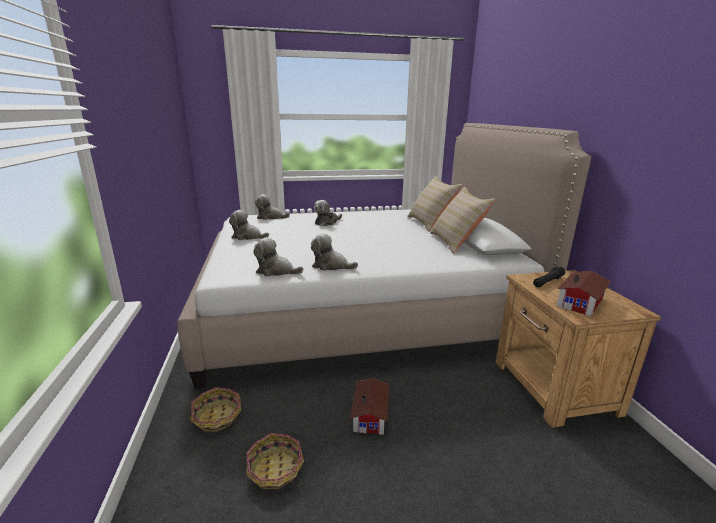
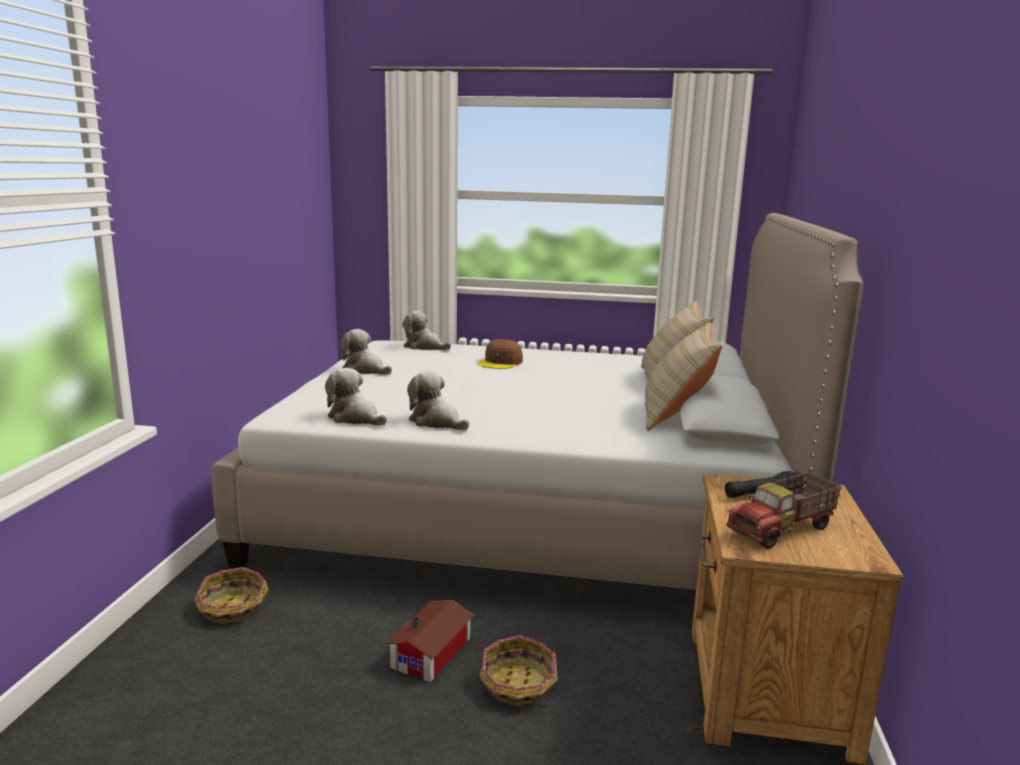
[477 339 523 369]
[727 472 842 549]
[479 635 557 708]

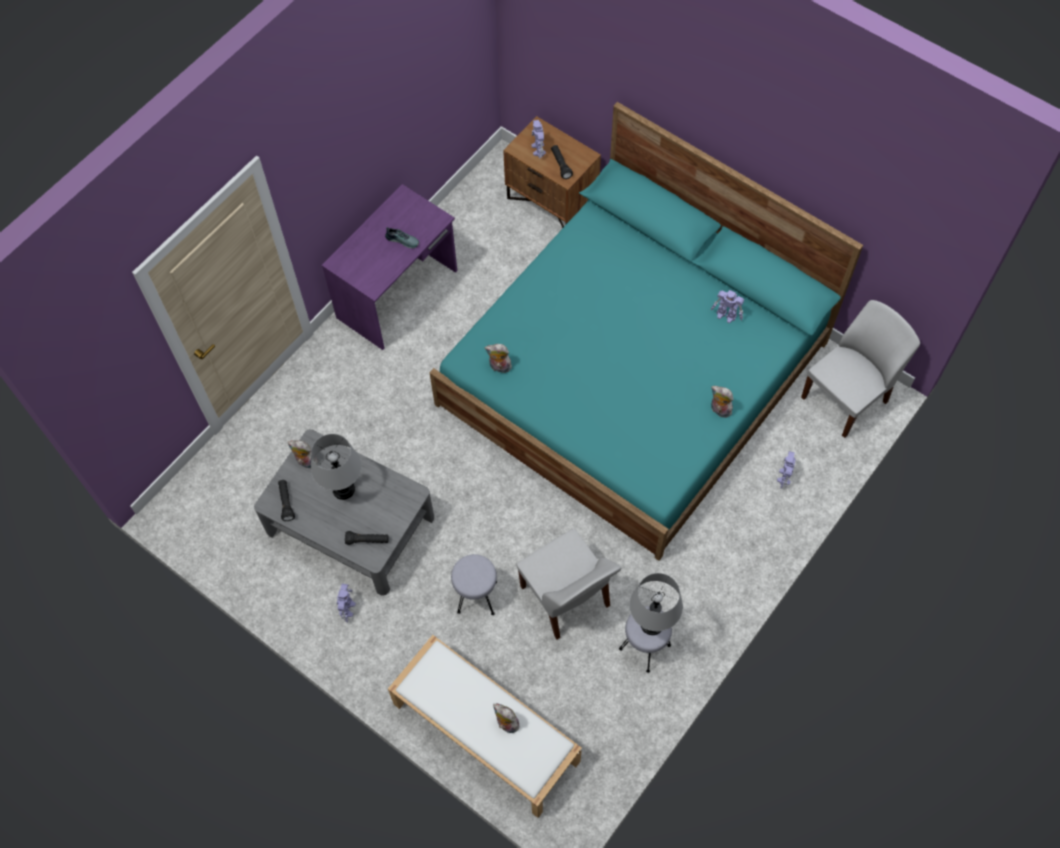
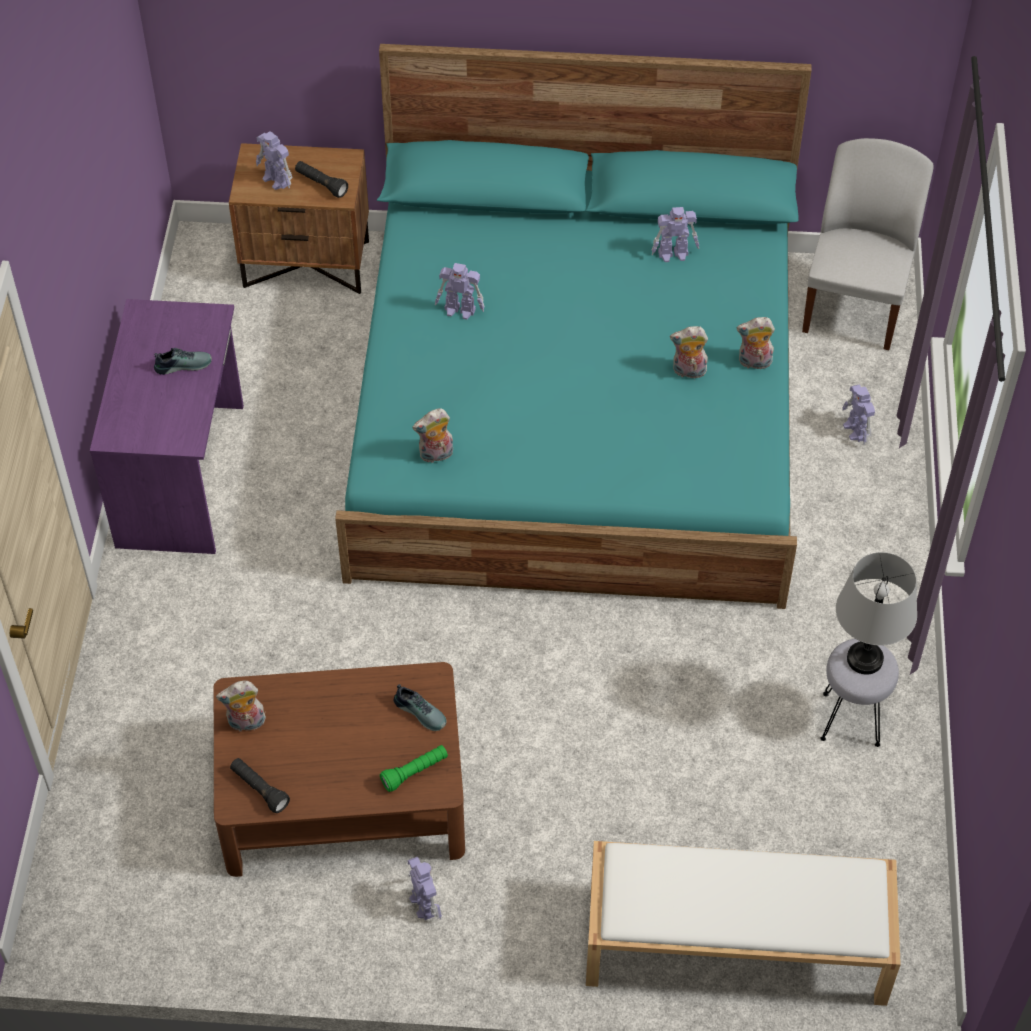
[214 662 465 877]
[311 434 362 500] (first image)
[517 529 621 640] (first image)
[380 745 448 792]
[451 554 497 615] (first image)
[670 326 708 379]
[435 263 485 320]
[394 684 447 731]

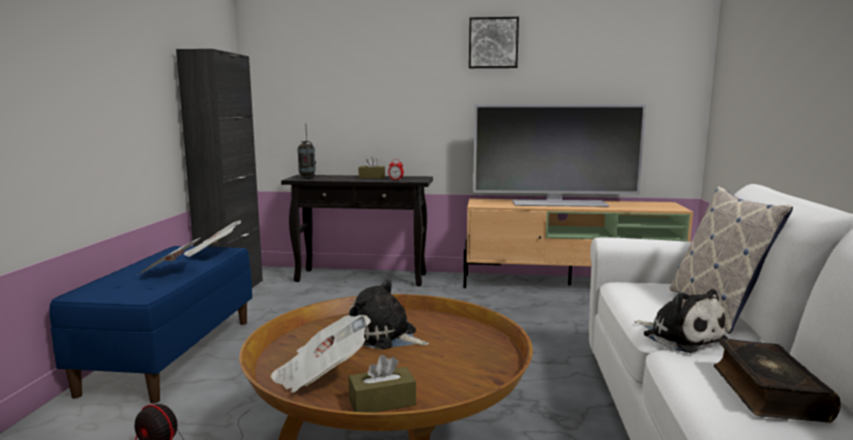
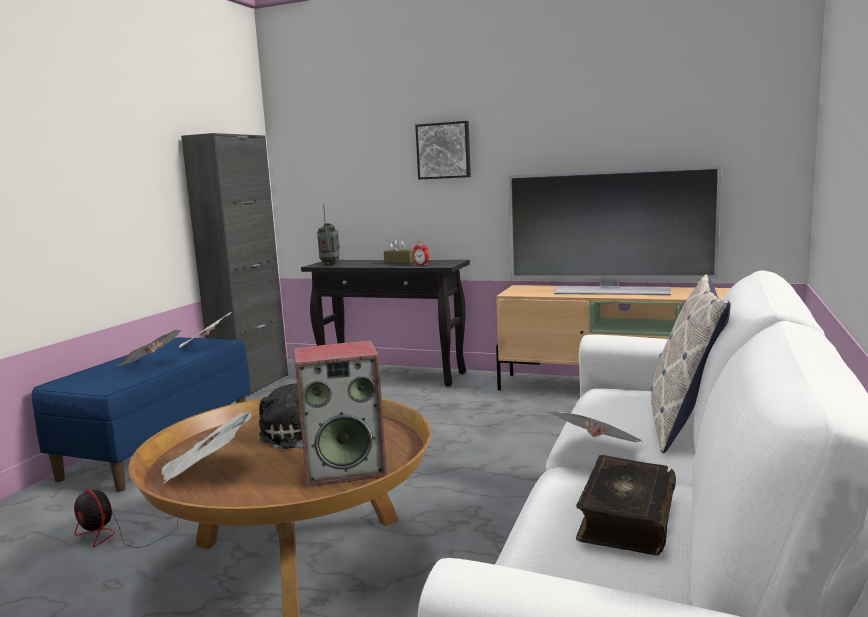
[415 121 471 180]
[548 412 644 443]
[349 355 416 413] (first image)
[294 340 387 487]

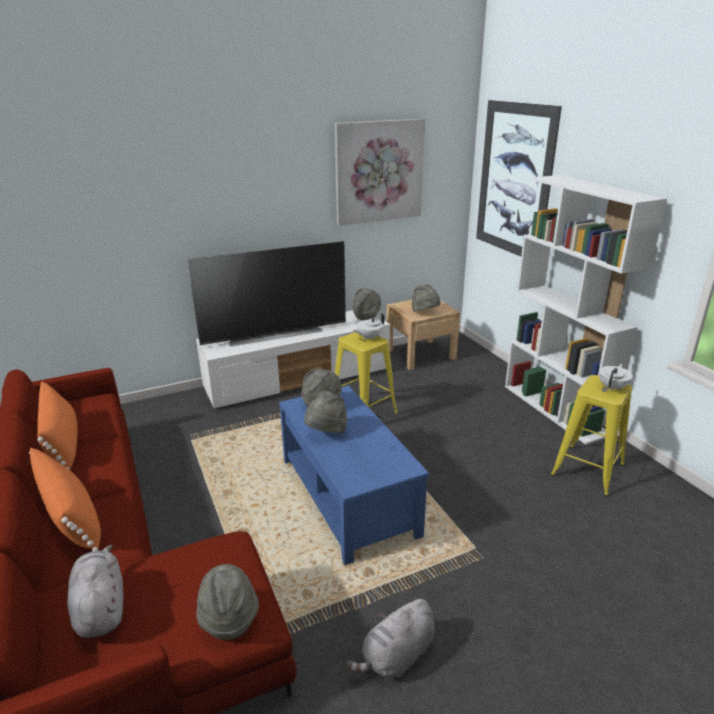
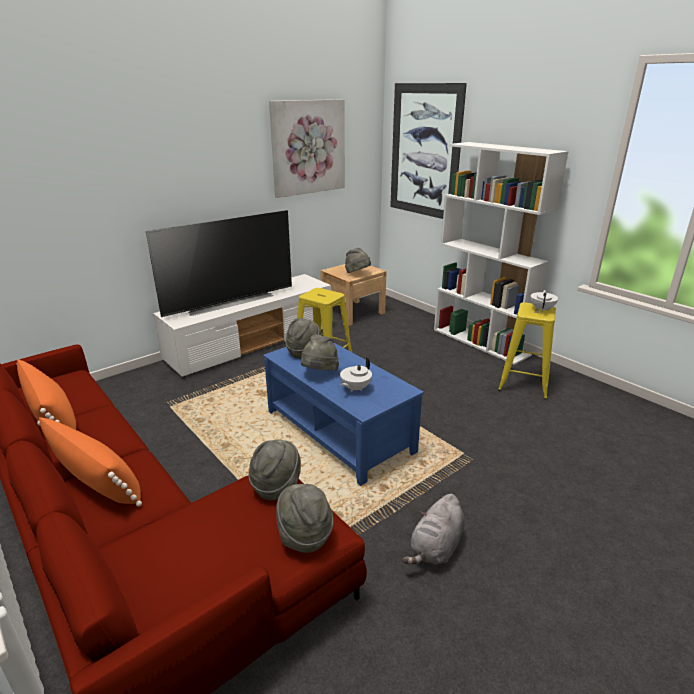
[249 440 301 500]
[340 358 372 392]
[67 545 124 638] (first image)

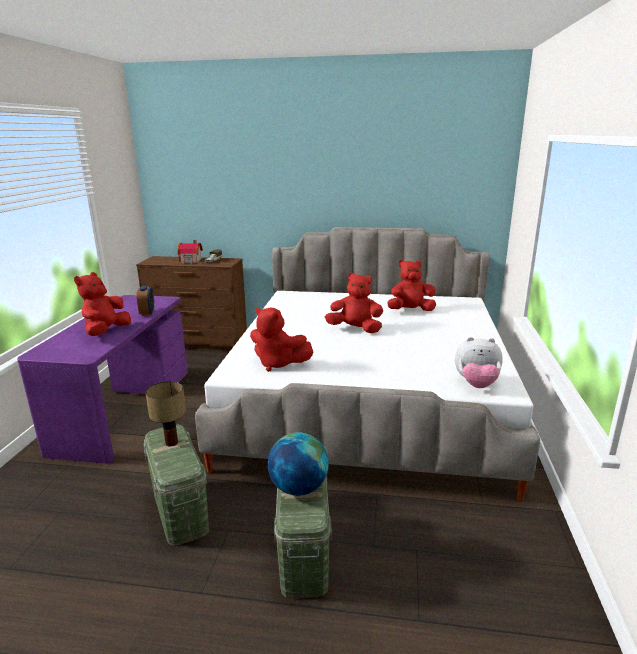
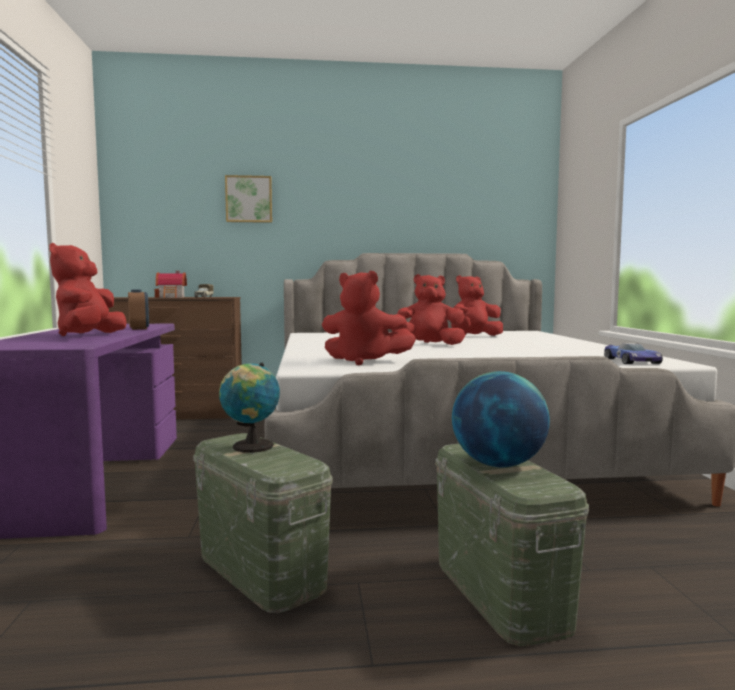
[604 343 663 364]
[219 363 280 453]
[225 175 272 223]

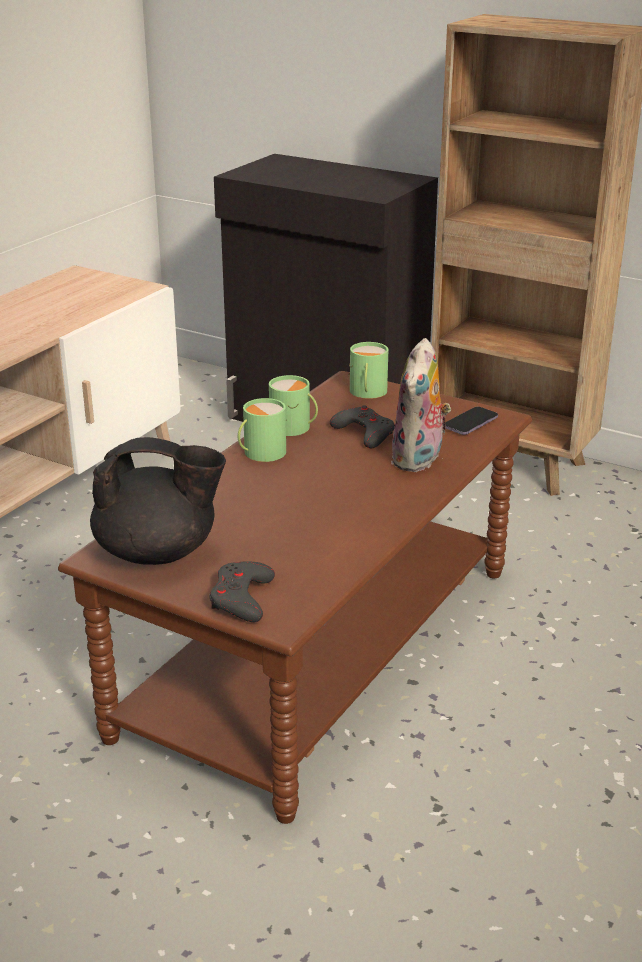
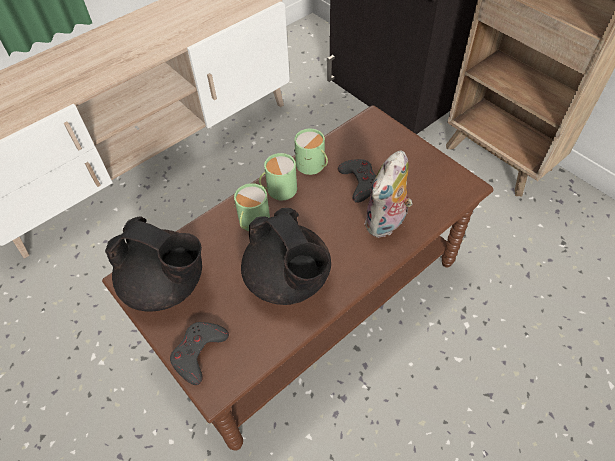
[234 183 270 231]
[445 407 498 435] (first image)
[241 208 331 305]

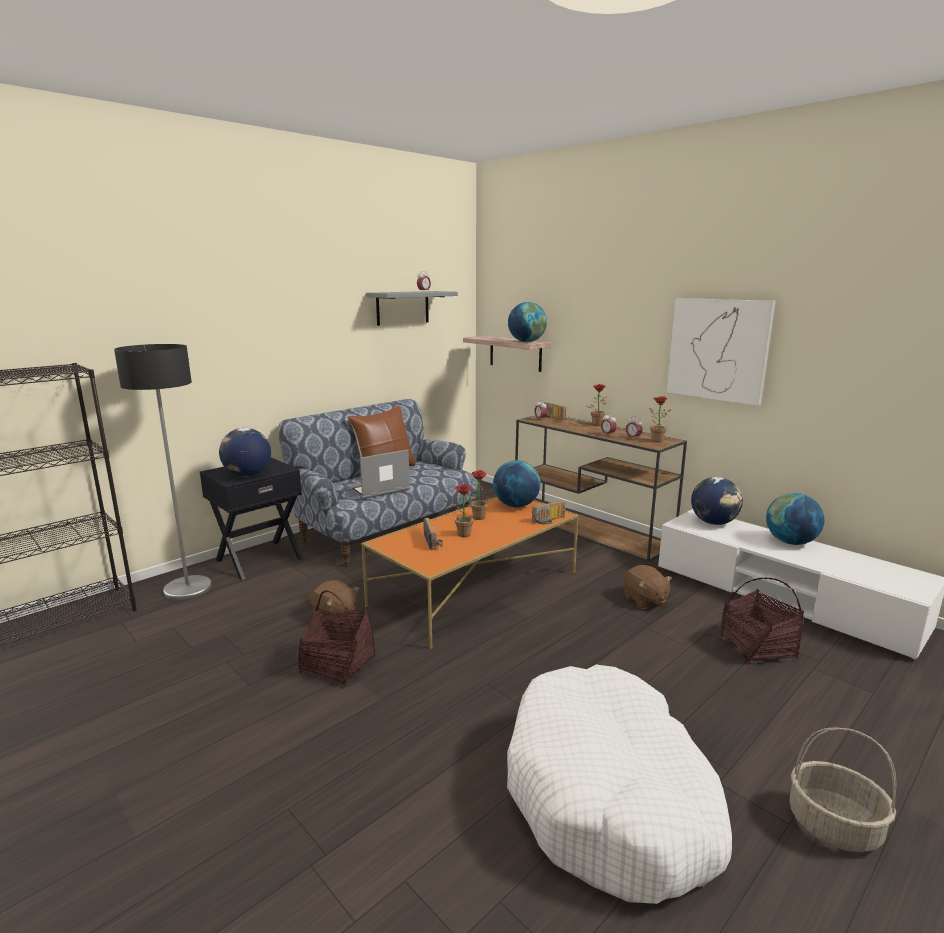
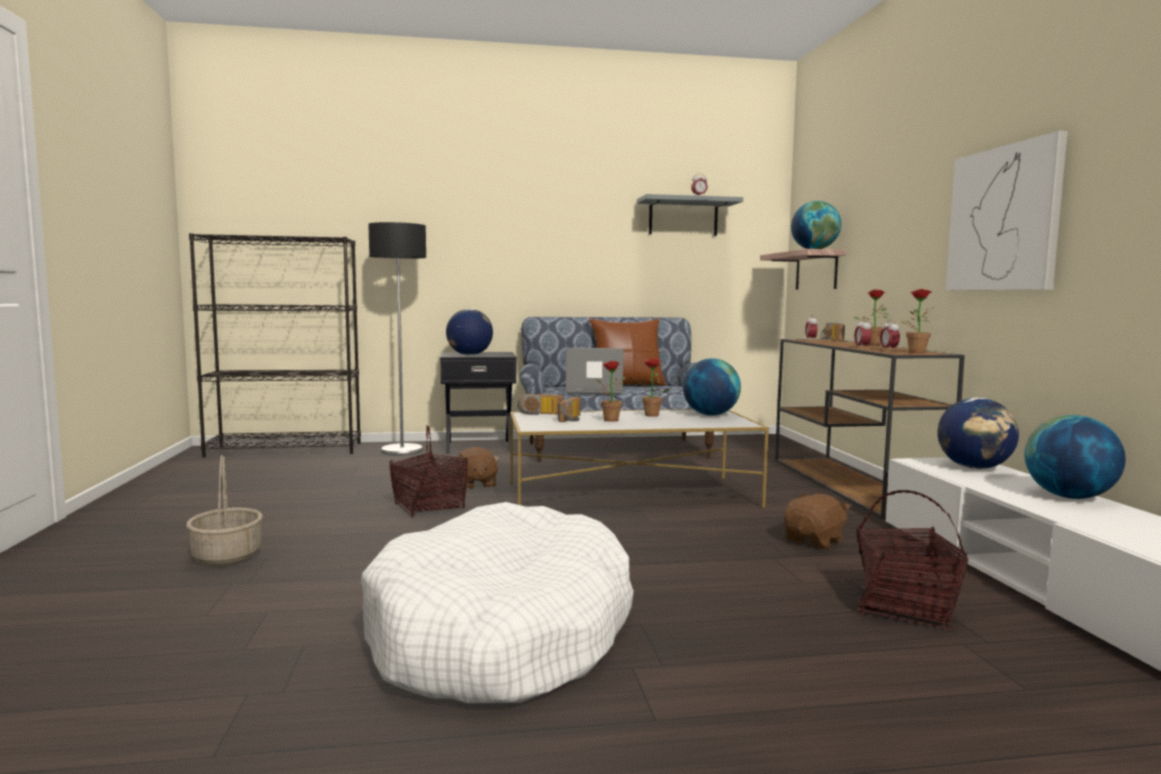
[510 409 769 508]
[518 394 564 415]
[784 494 850 549]
[186 455 263 567]

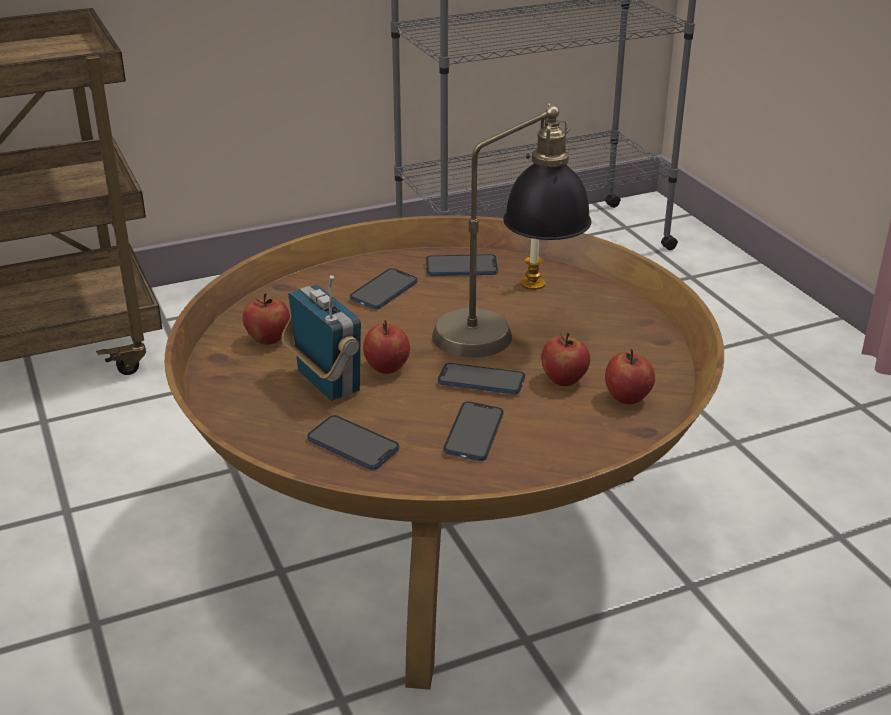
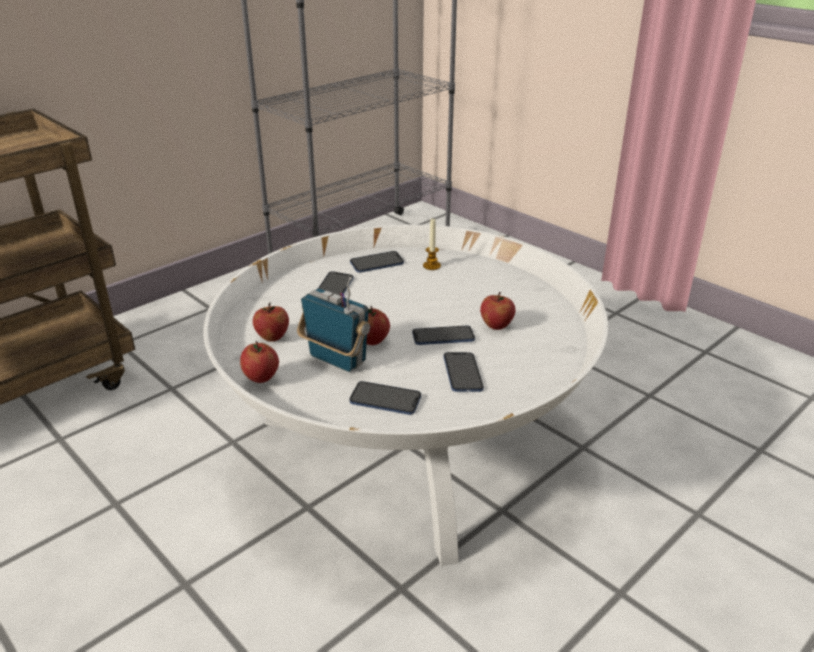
[432 103 591 358] (first image)
[203 225 608 566]
[240 341 279 383]

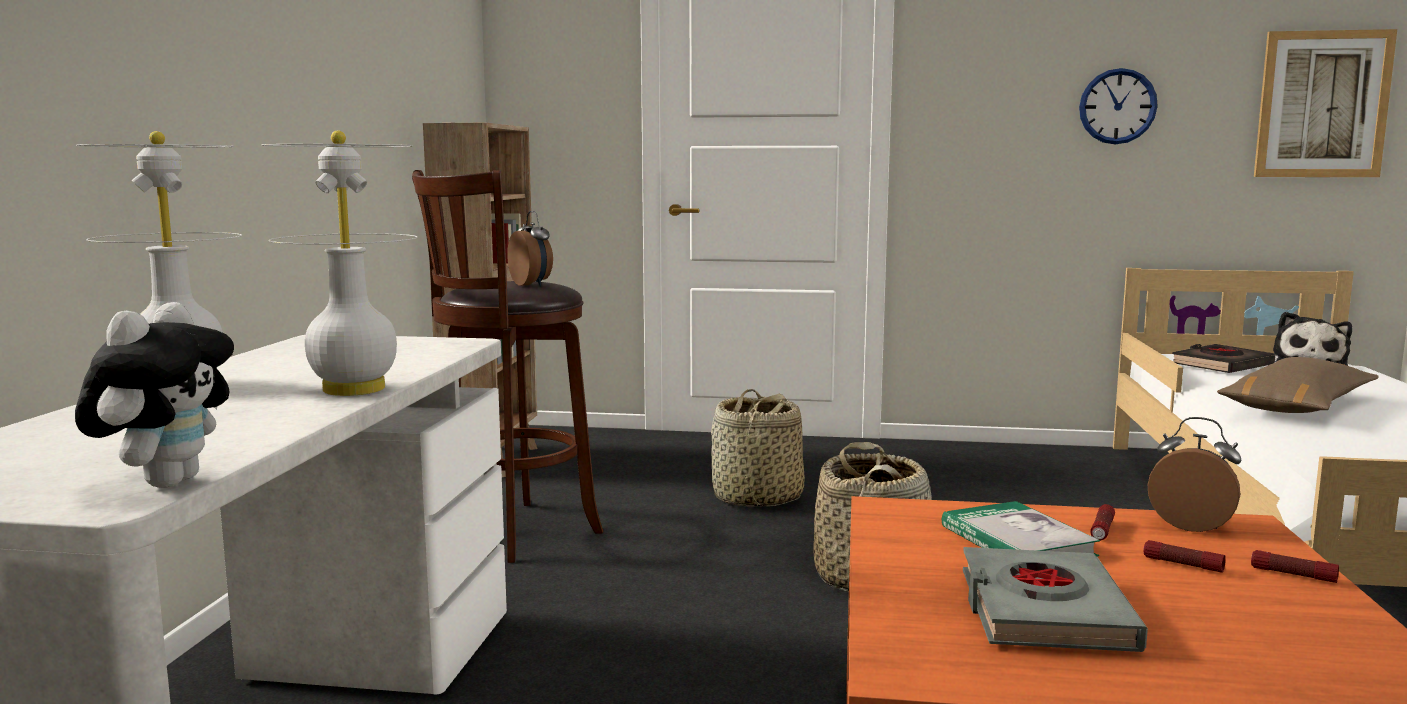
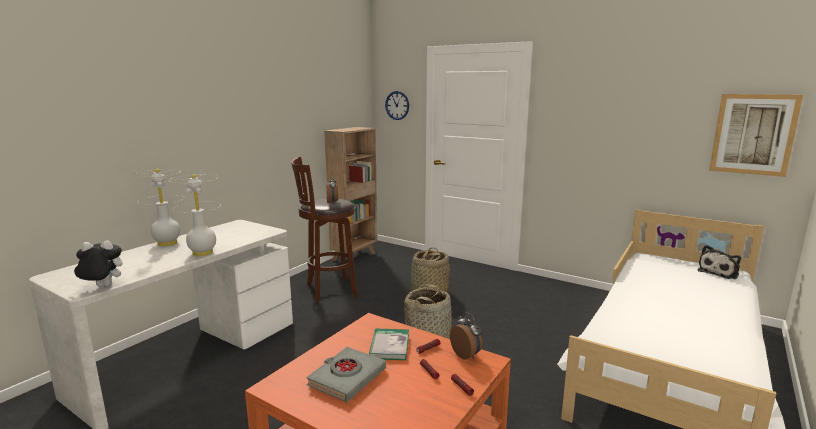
[385 91 409 120]
[74 240 123 287]
[1172 344 1275 373] (first image)
[1217 357 1379 413] (first image)

